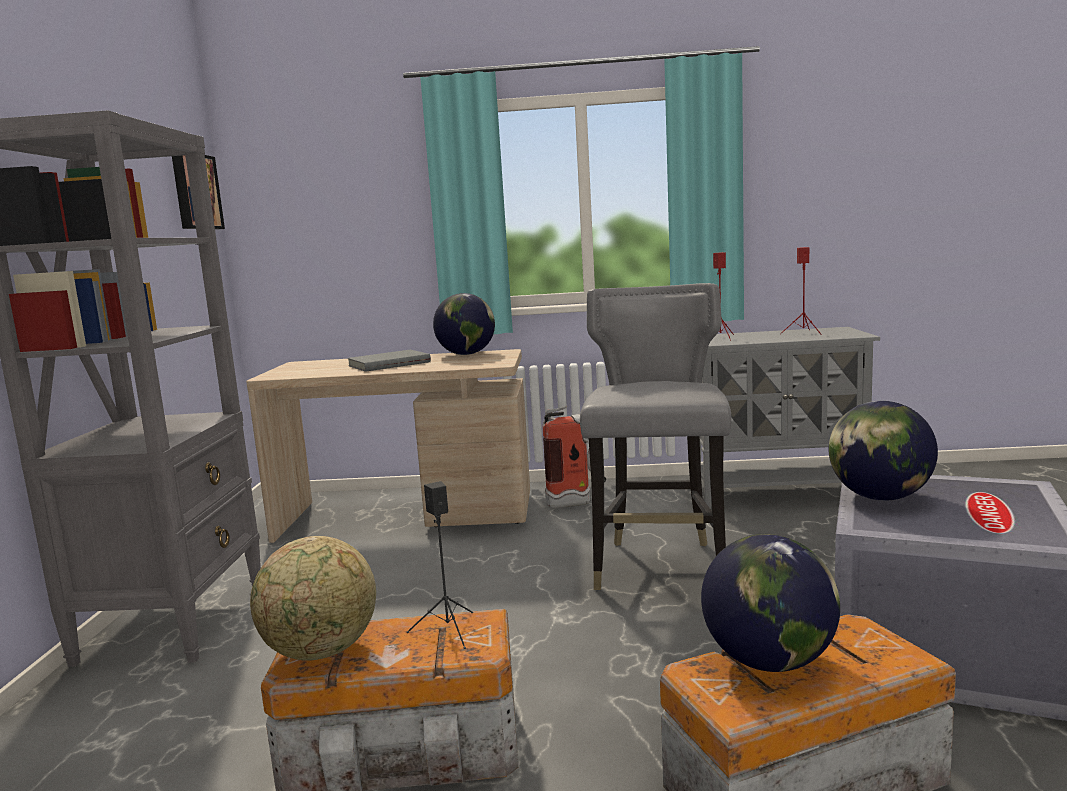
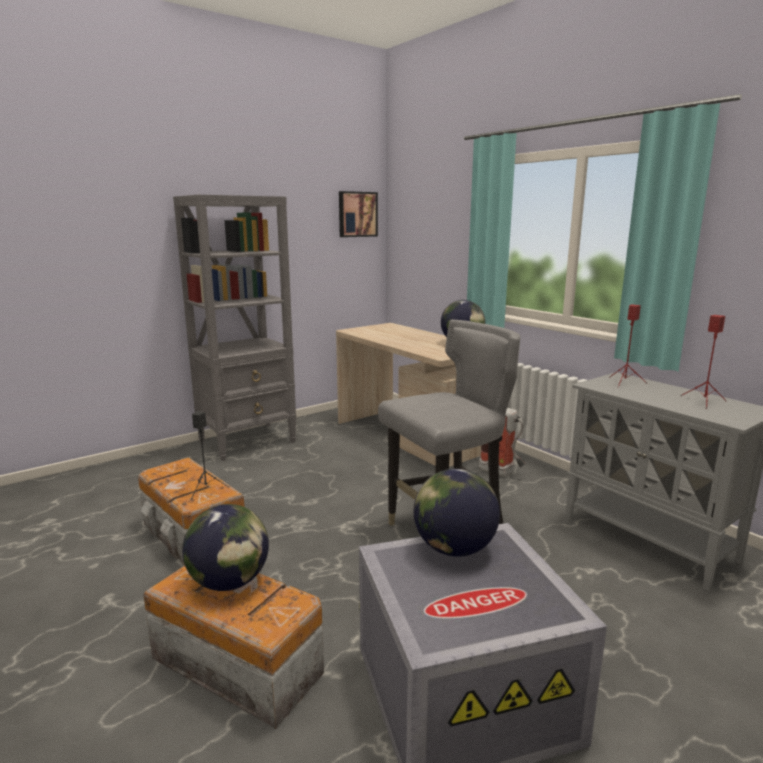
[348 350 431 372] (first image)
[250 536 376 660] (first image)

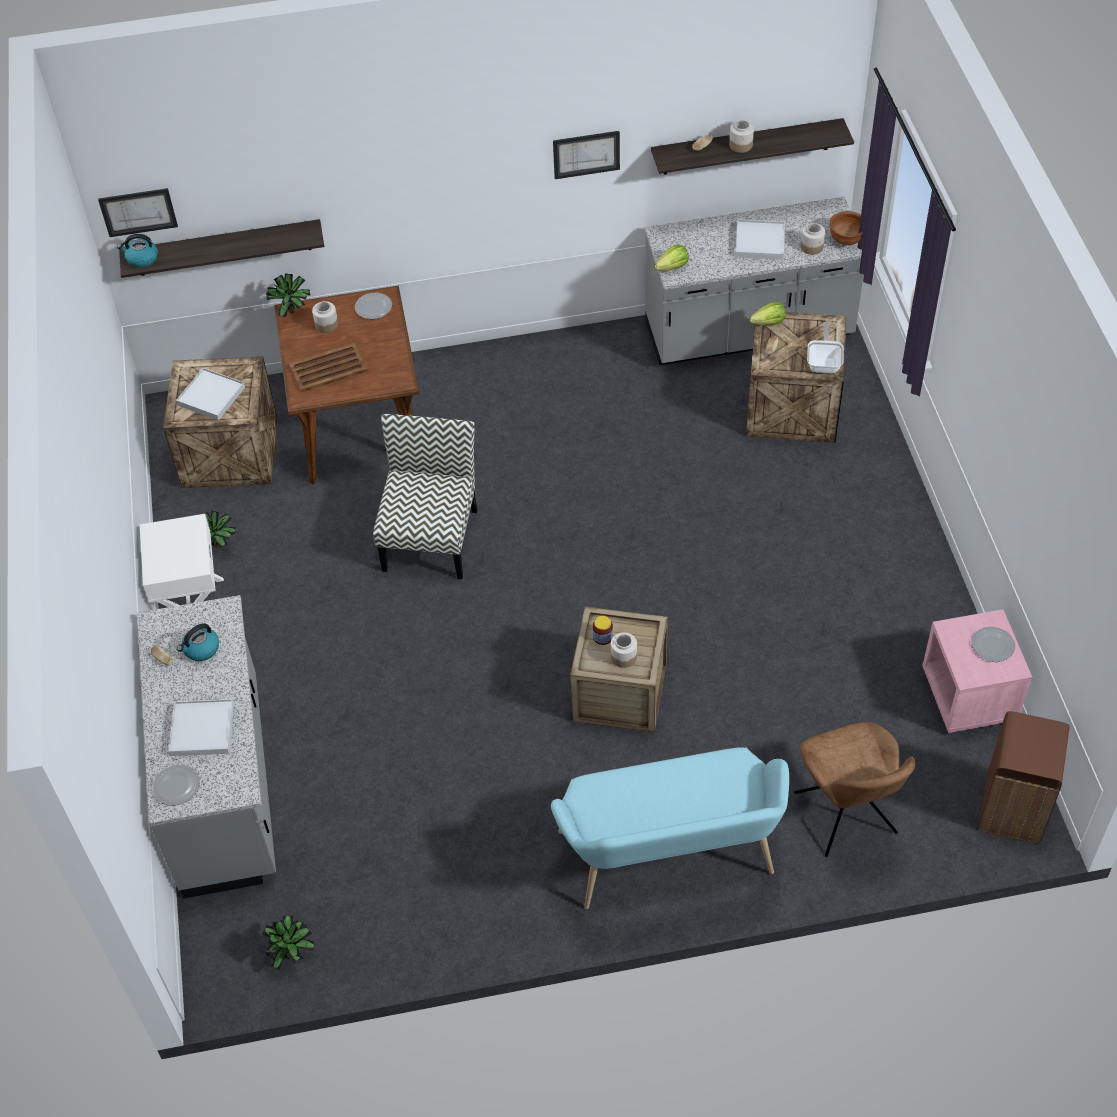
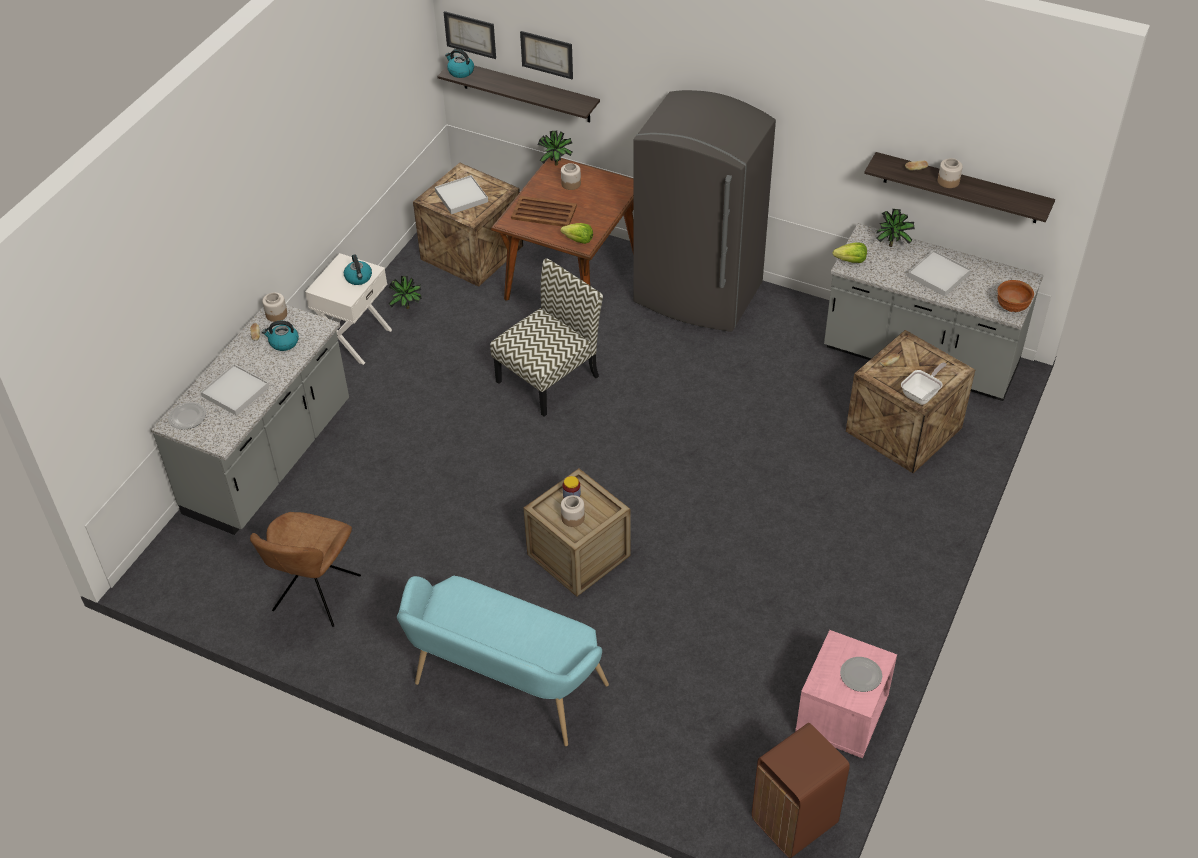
[520 31 573 79]
[262 293 287 322]
[355 293 392 319] (first image)
[560 223 593 244]
[250 512 361 627]
[876 209 915 247]
[633 90 776 332]
[344 254 372 285]

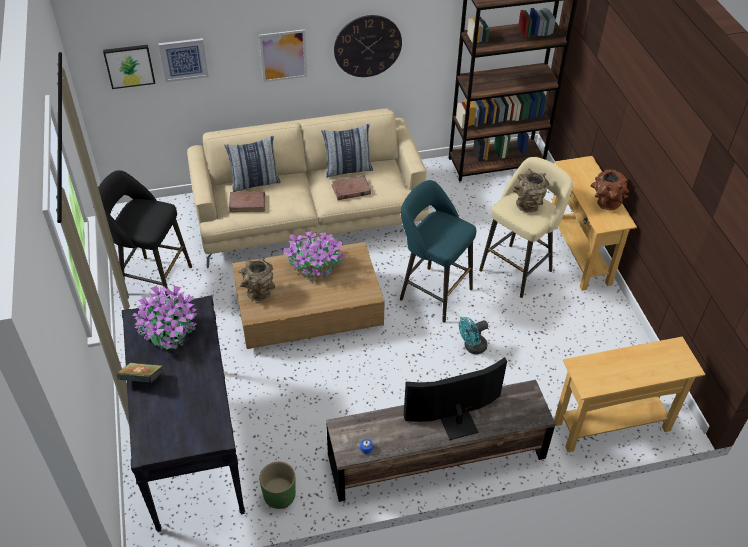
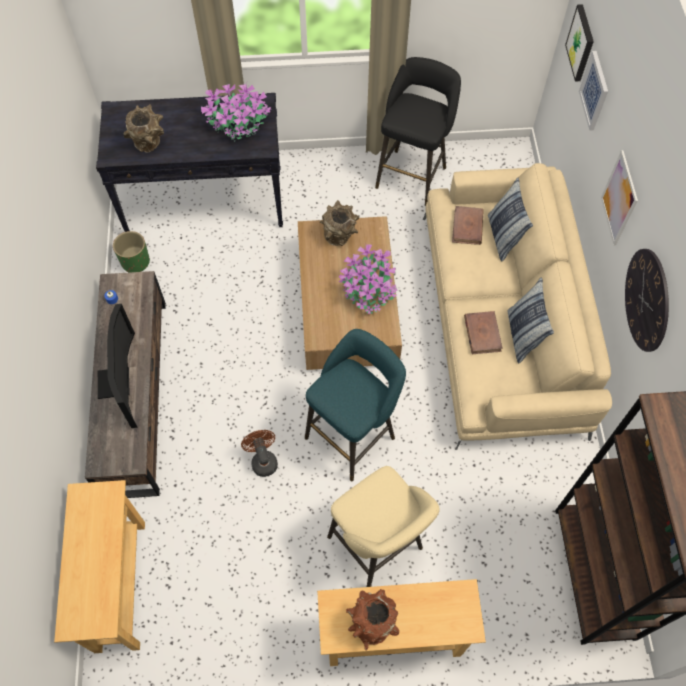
[123 104 164 152]
[241 430 278 477]
[117 363 164 382] (first image)

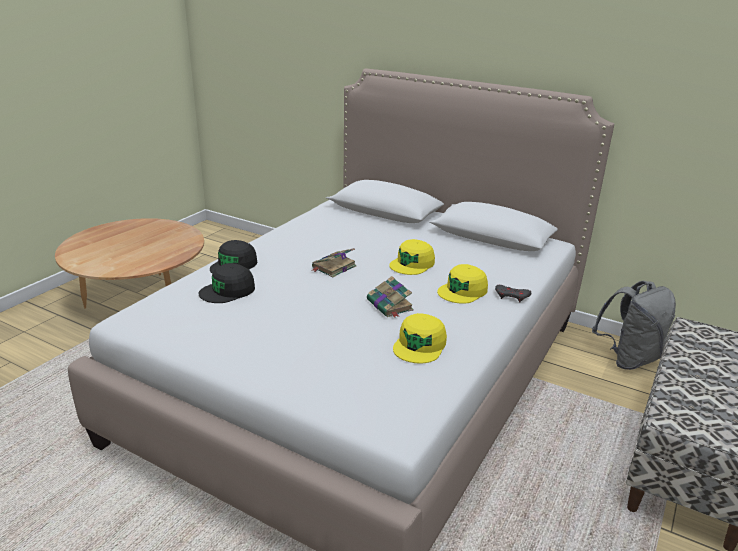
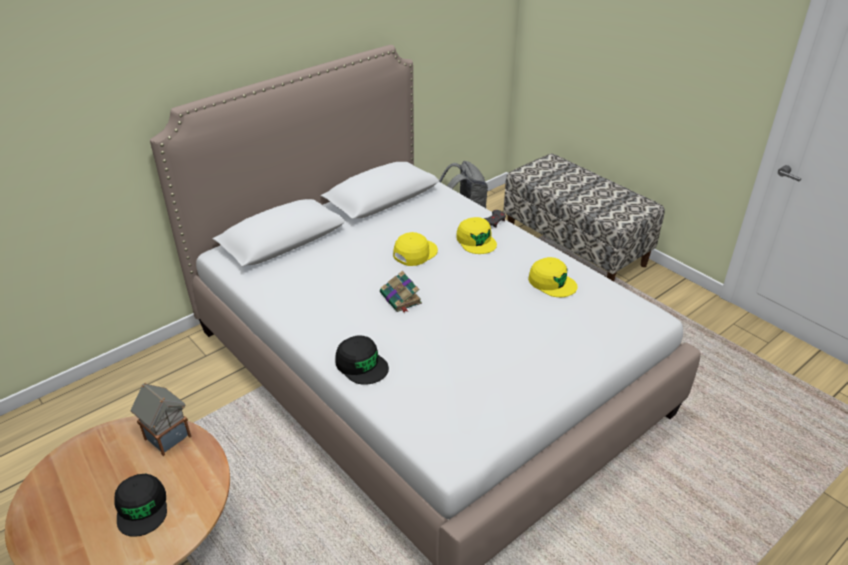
[393 232 438 266]
[114 474 167 537]
[367 276 414 317] (first image)
[130 383 191 456]

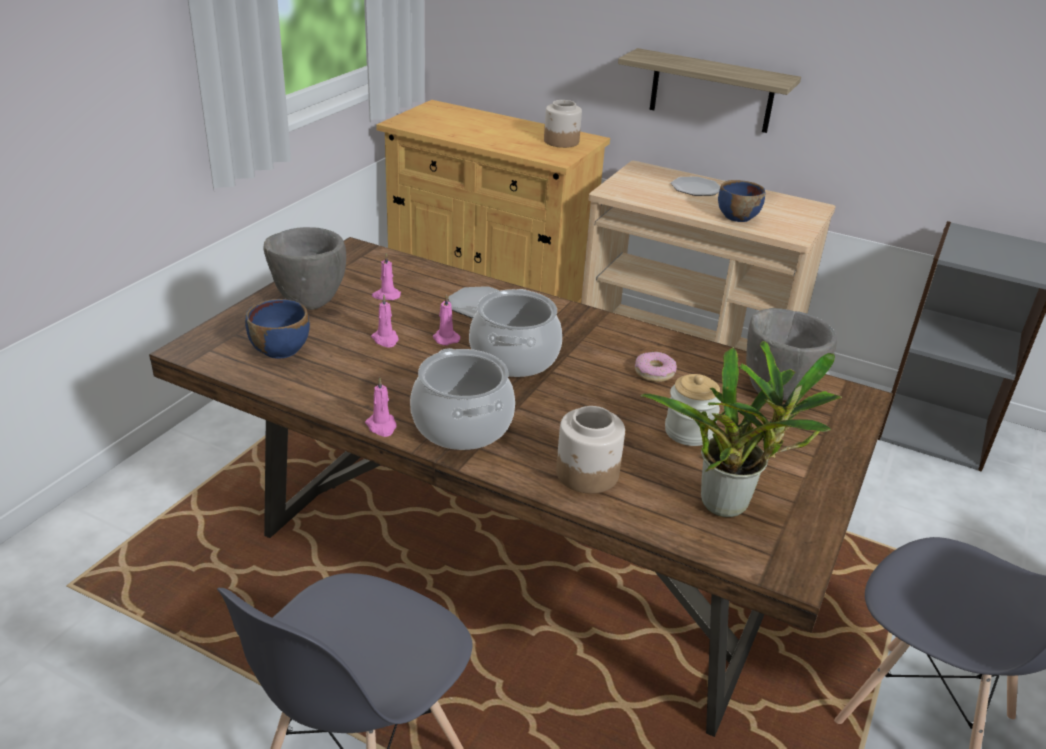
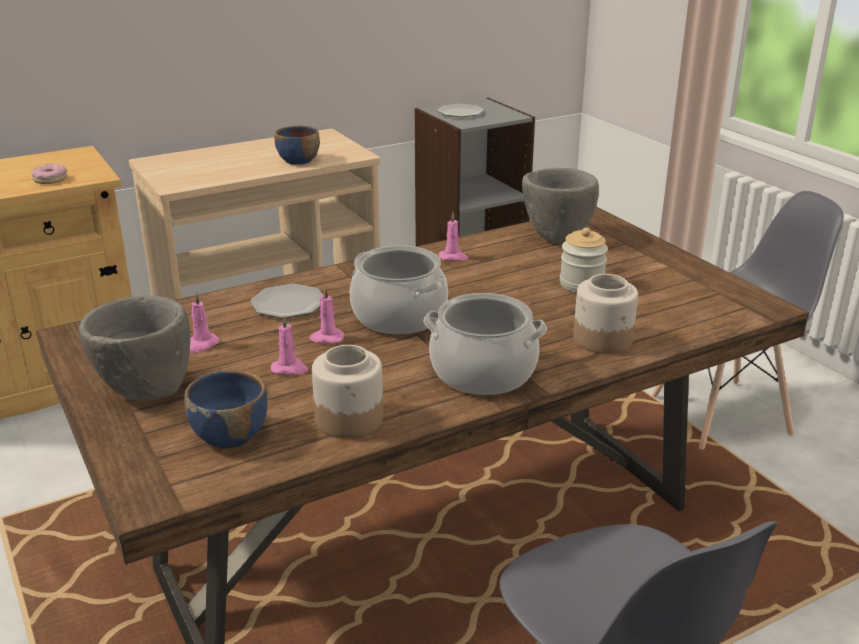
[618 48 801 133] (first image)
[312 345 383 439]
[437 104 484 117]
[641 341 842 517] (first image)
[31 164 67 184]
[439 213 468 261]

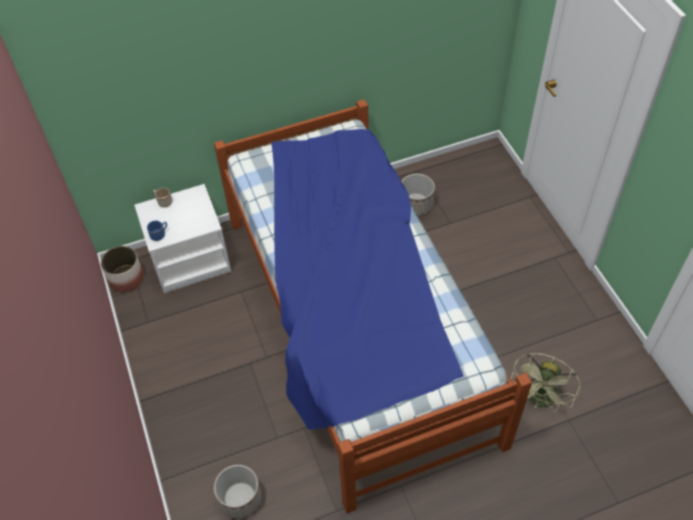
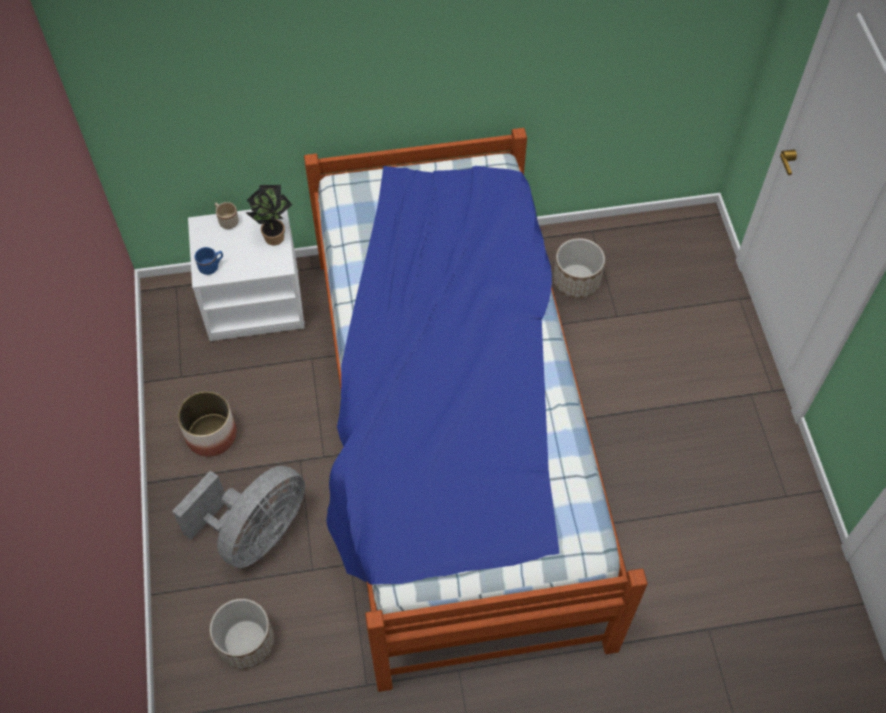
[177 391 237 457]
[510 353 581 412] (first image)
[245 185 292 246]
[172 466 305 568]

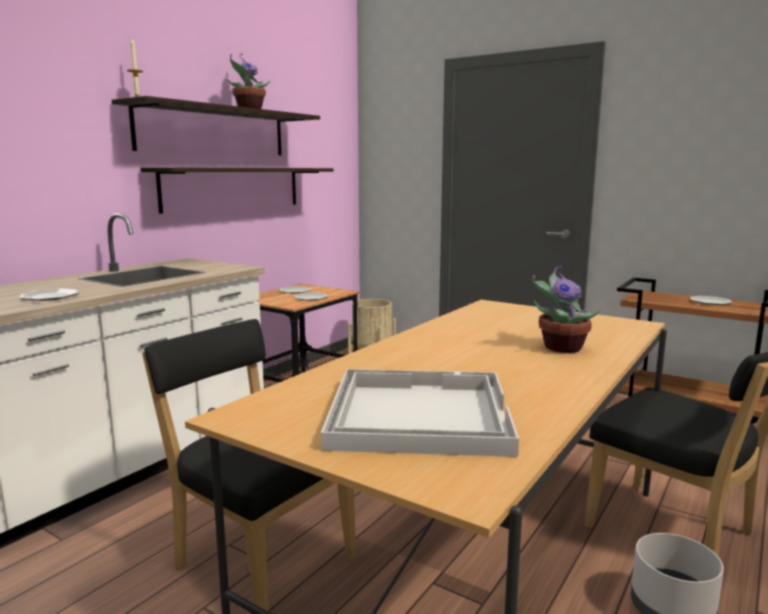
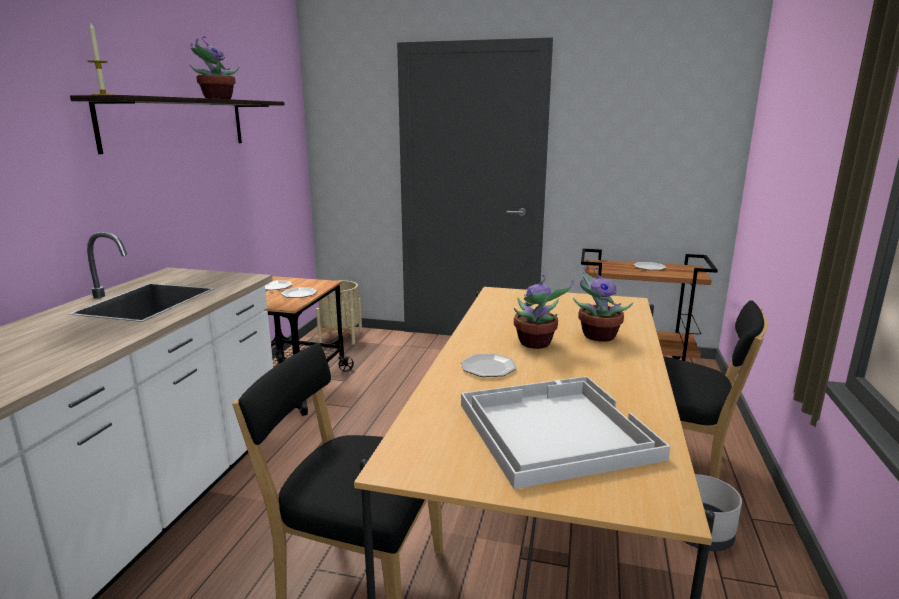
[140 167 333 214] (first image)
[461 353 517 377]
[514 275 574 349]

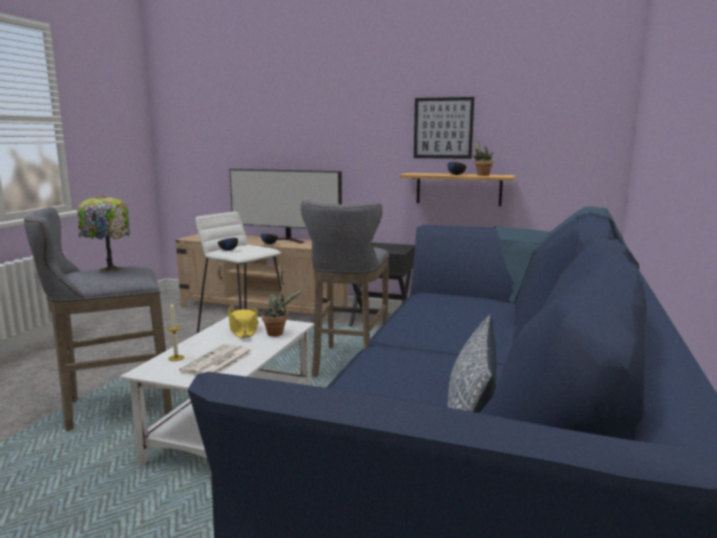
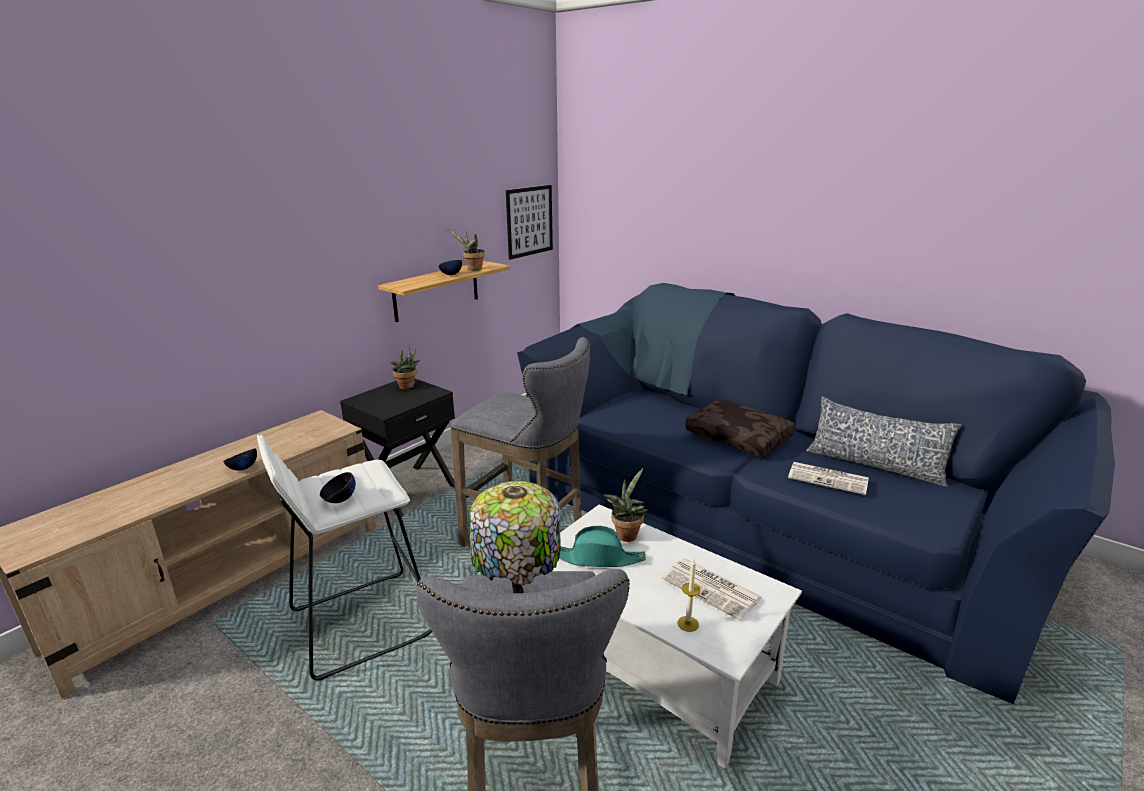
[506 185 553 260]
[229 169 342 244] (first image)
[559 526 646 567]
[391 347 420 389]
[685 400 795 457]
[788 462 869 495]

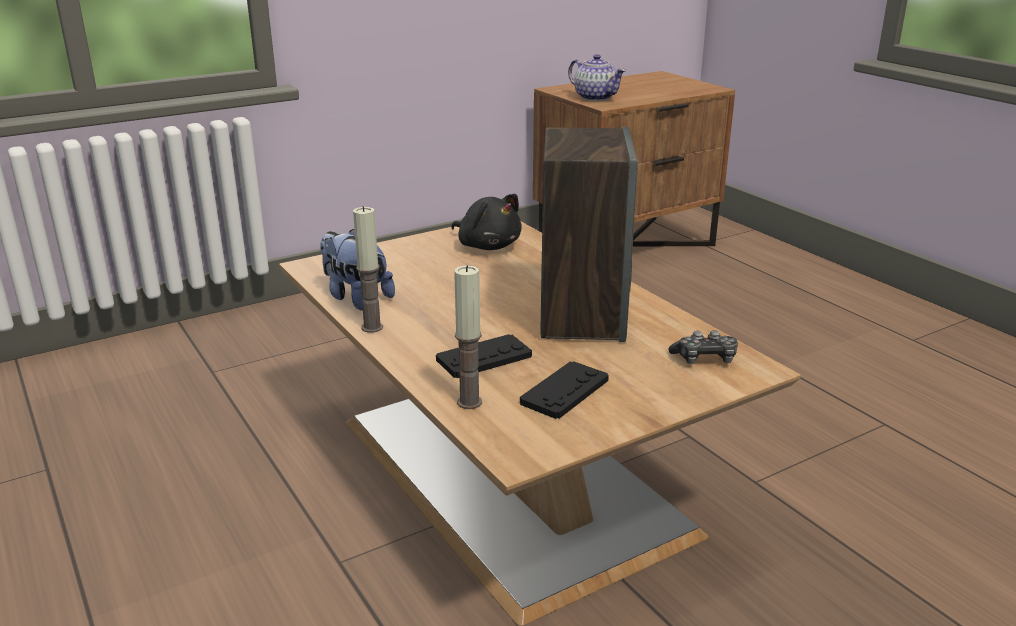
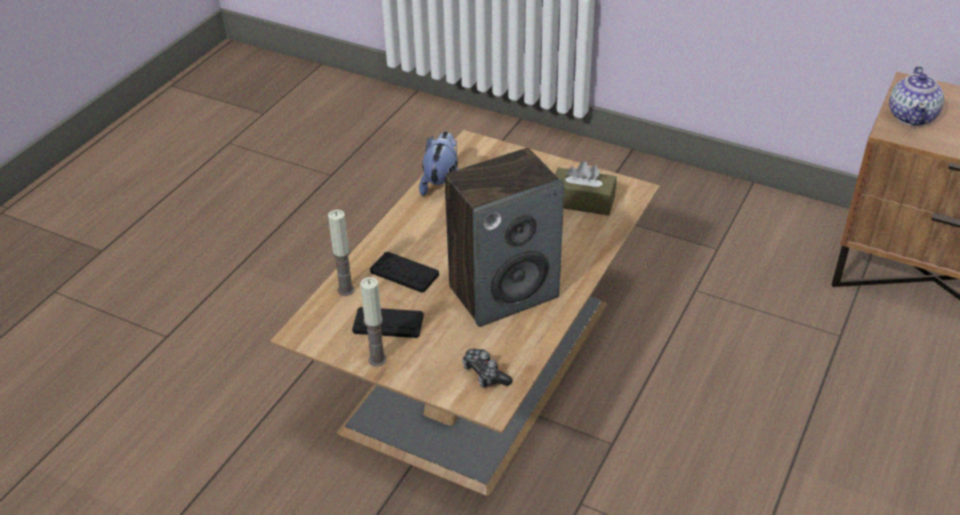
[555 161 617 216]
[360 277 387 366]

